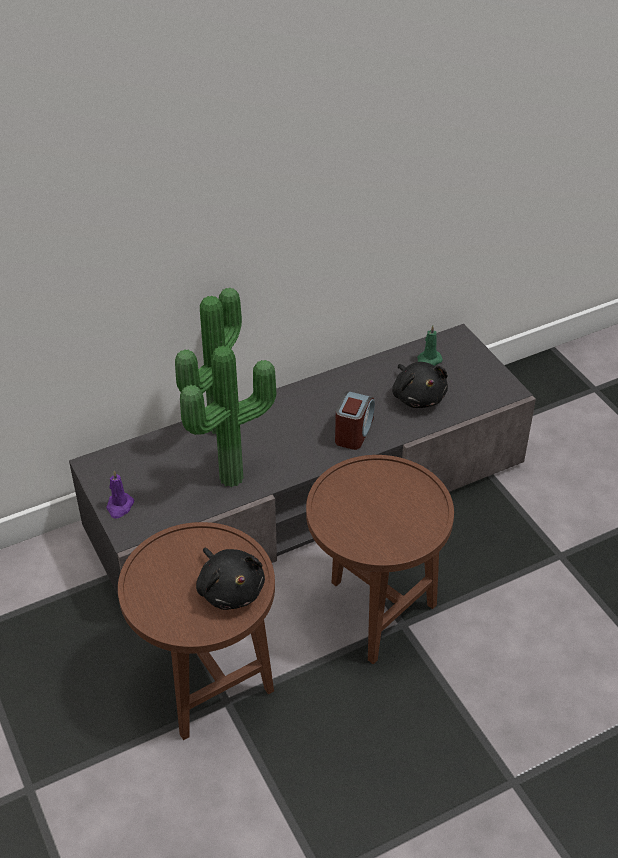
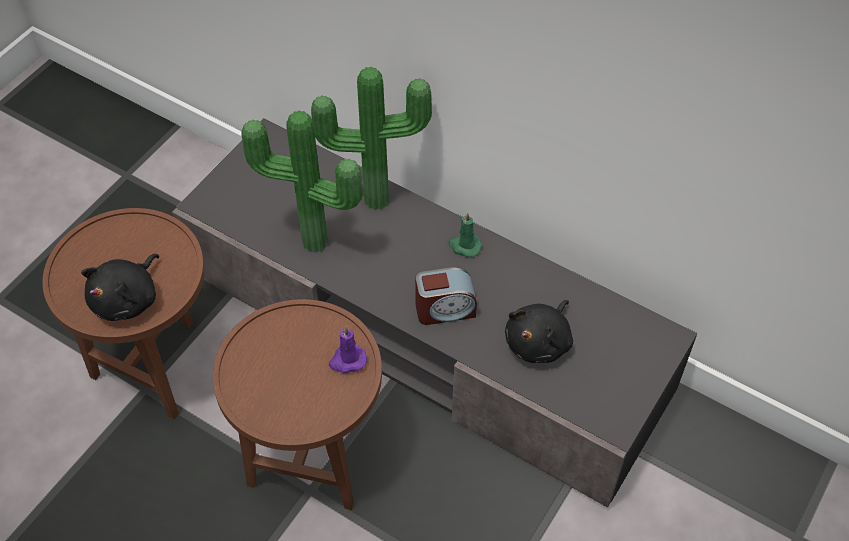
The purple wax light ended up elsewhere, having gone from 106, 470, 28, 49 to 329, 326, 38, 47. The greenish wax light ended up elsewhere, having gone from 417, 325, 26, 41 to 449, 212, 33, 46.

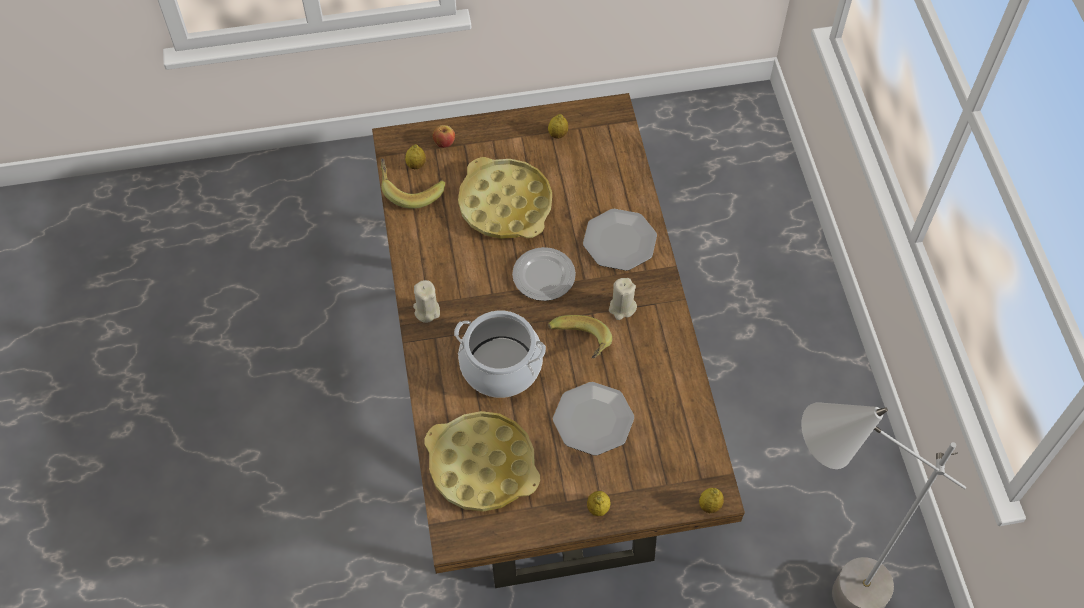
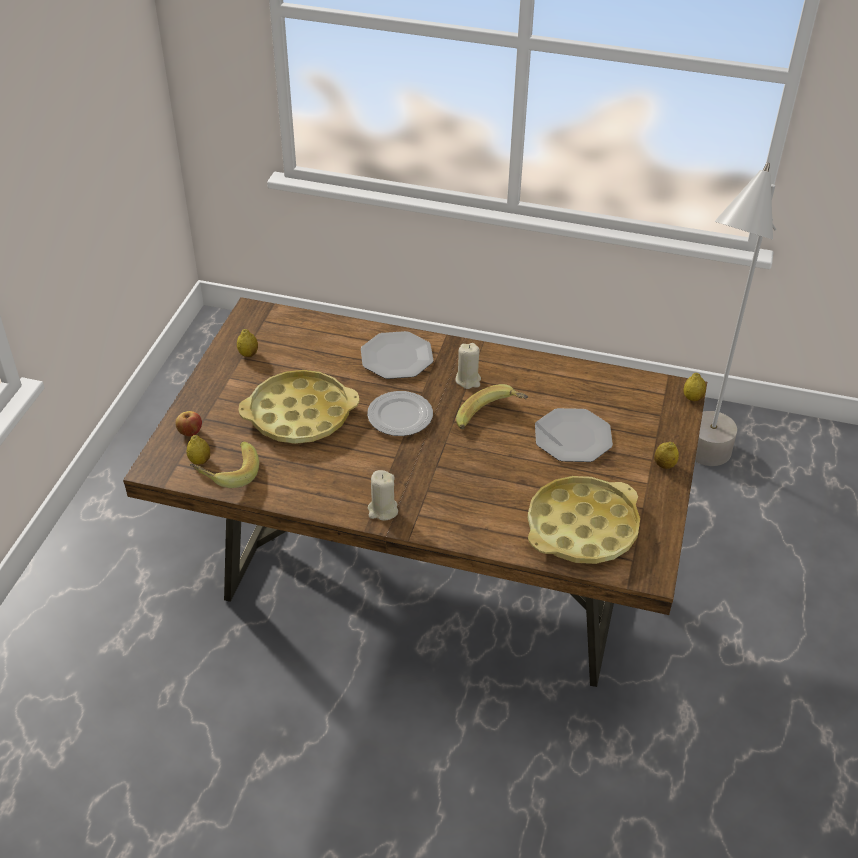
The second view lost the stockpot at 454, 311, 92, 87.

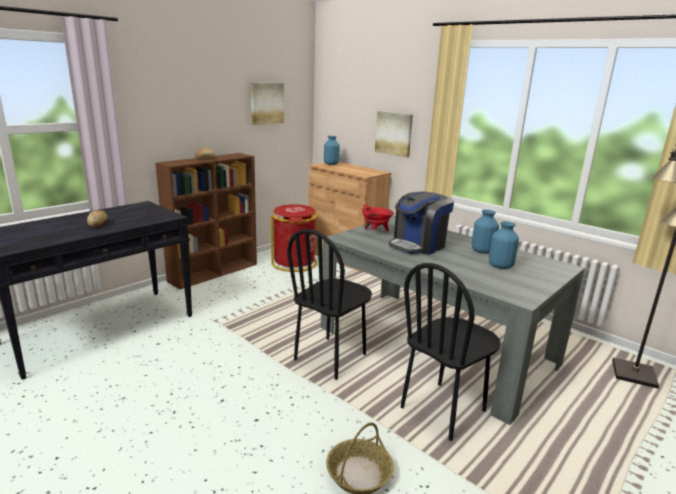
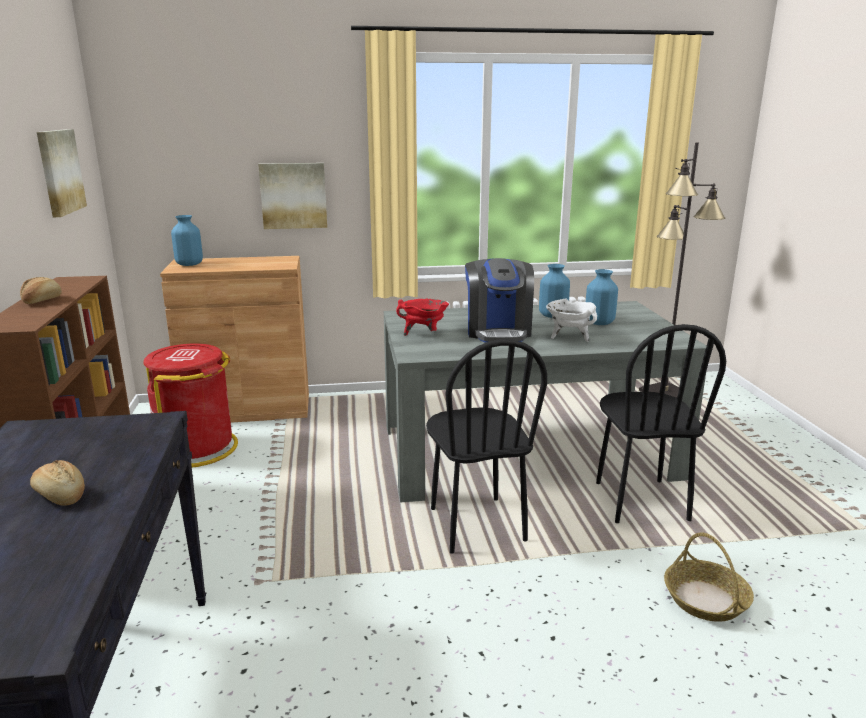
The second view gained the white-coloured stockpot at 546, 299, 51, 43.

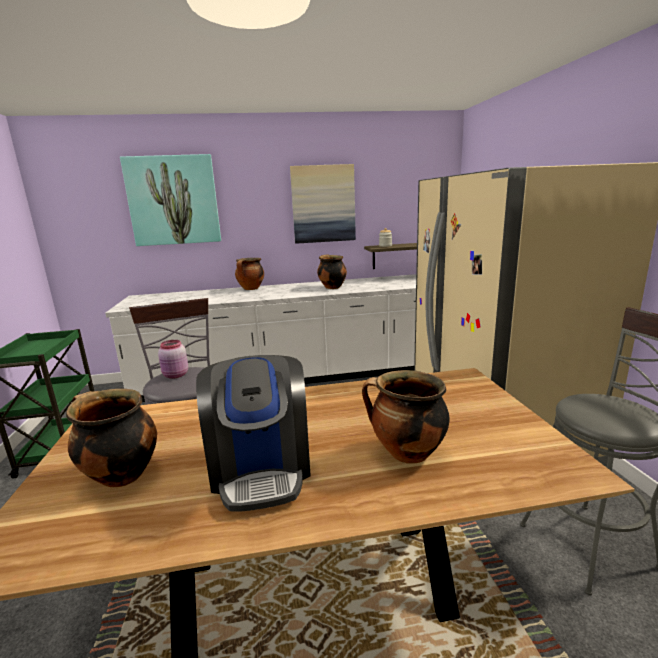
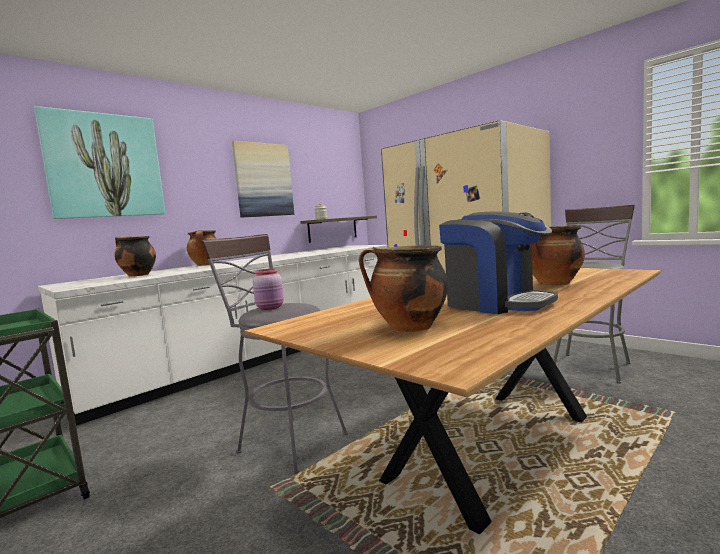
The stockpot ended up elsewhere, having gone from 317, 255, 30, 34 to 114, 236, 42, 40.

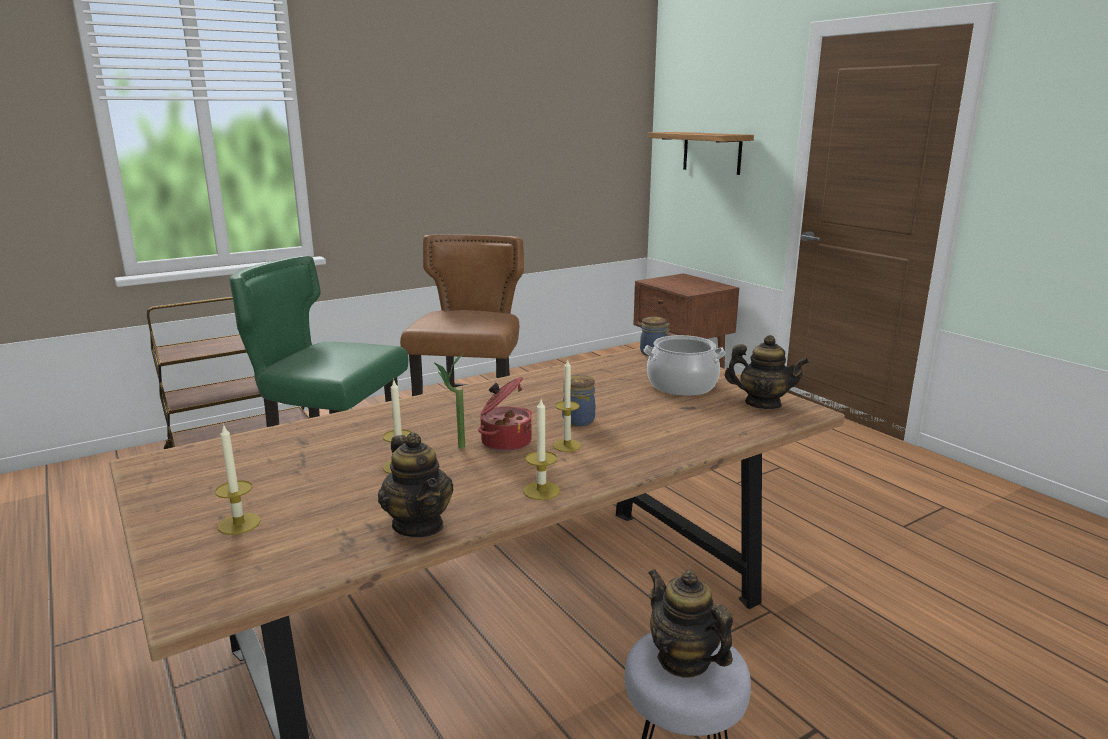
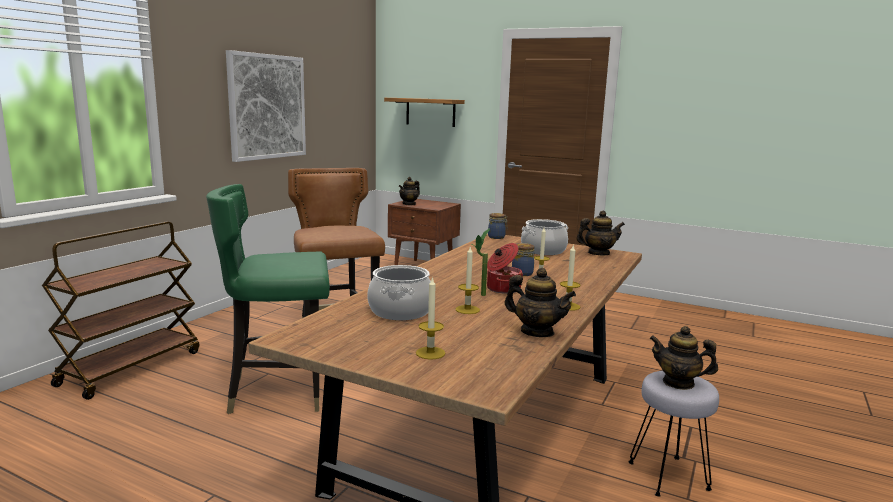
The second view gained the wall art at 226, 50, 80, 112. The second view gained the stockpot at 367, 265, 64, 55. The second view gained the teapot at 399, 177, 21, 28.

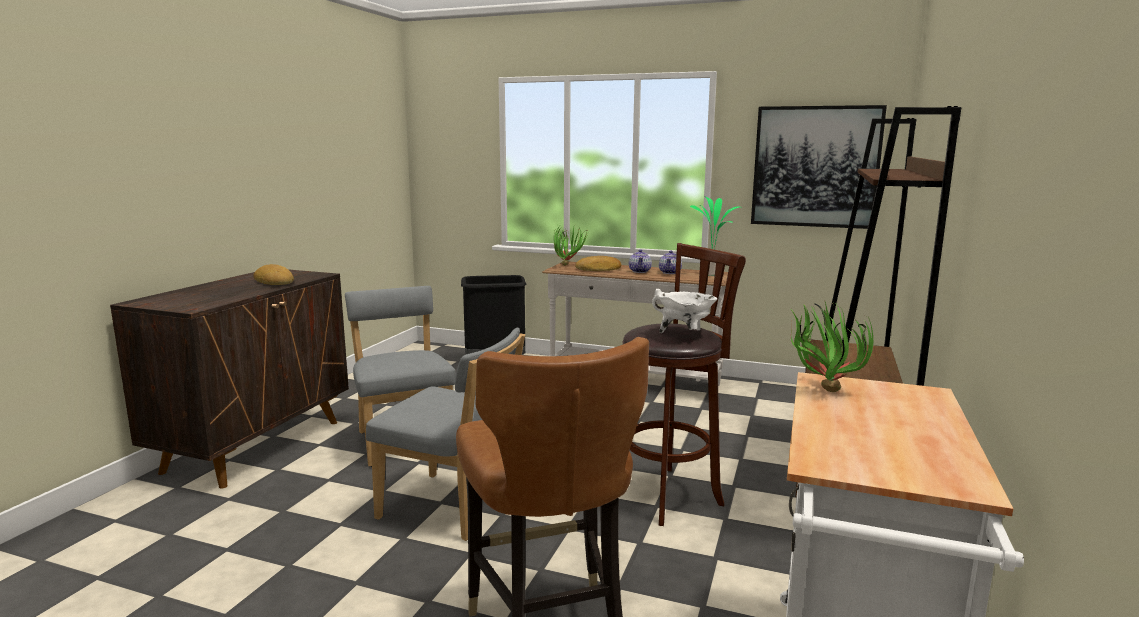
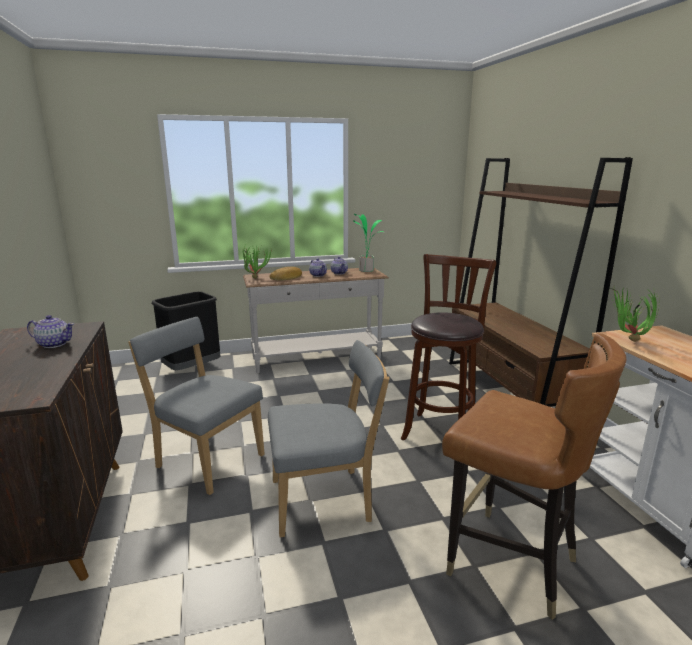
Where the bread stood at 253, 264, 41, 21, the teapot came to stand at 27, 315, 47, 33. The second view lost the white-coloured stockpot at 652, 289, 65, 44. The second view lost the wall art at 751, 105, 136, 124.

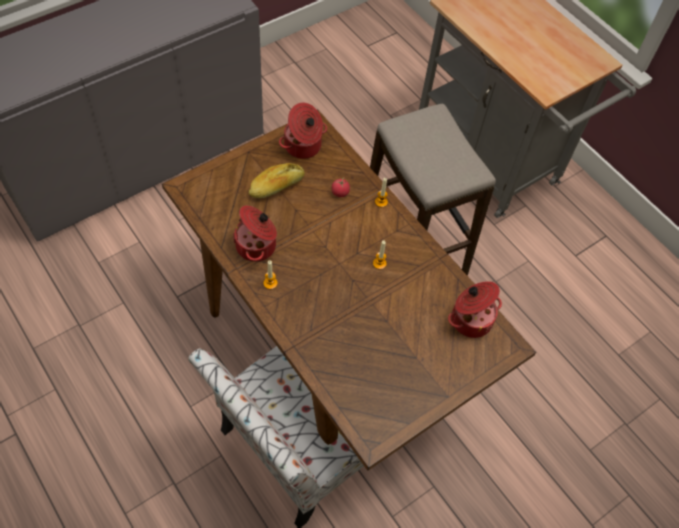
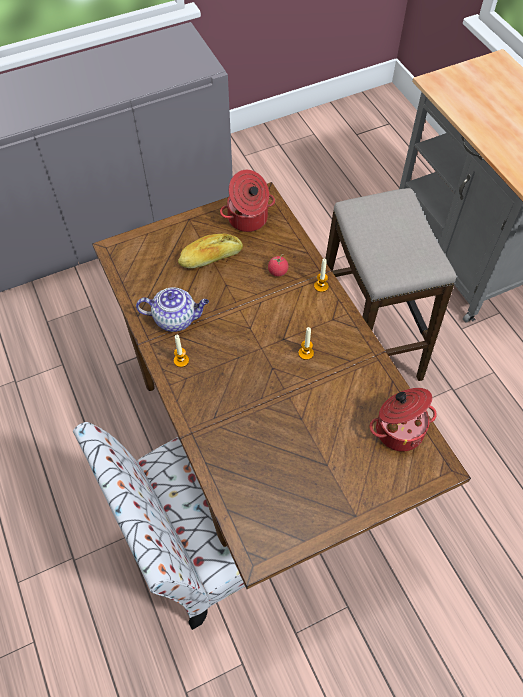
Where the stockpot stood at 233, 206, 44, 56, the teapot came to stand at 136, 287, 73, 45.

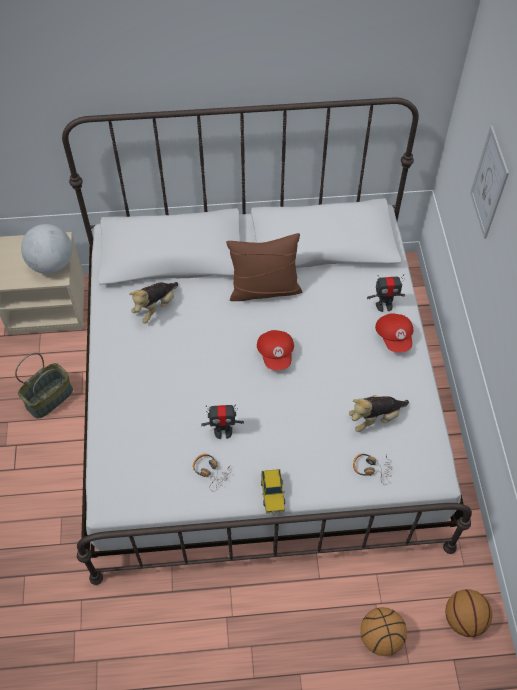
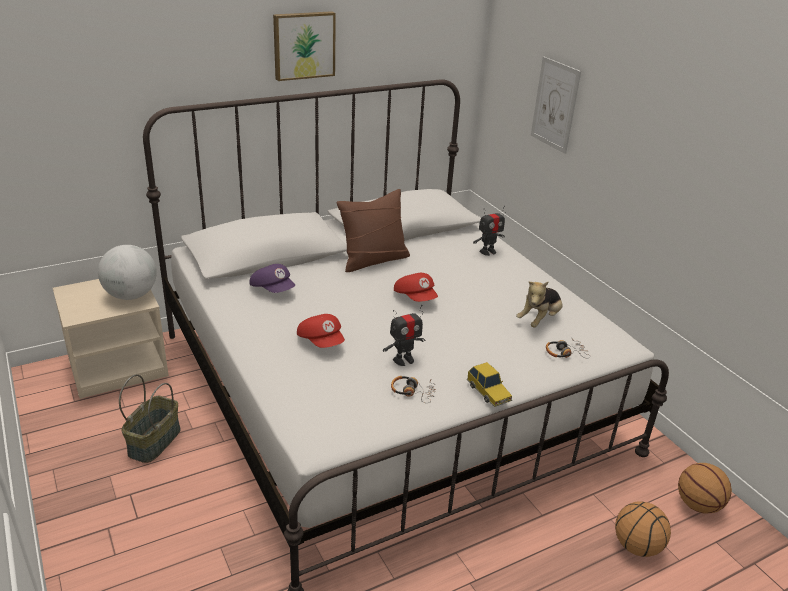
Where the plush toy stood at 129, 282, 49, 42, the purple peaked cap came to stand at 250, 264, 45, 29. The second view gained the wall art at 273, 11, 63, 70. The red-coloured peaked cap ended up elsewhere, having gone from 375, 313, 39, 39 to 297, 314, 48, 34.

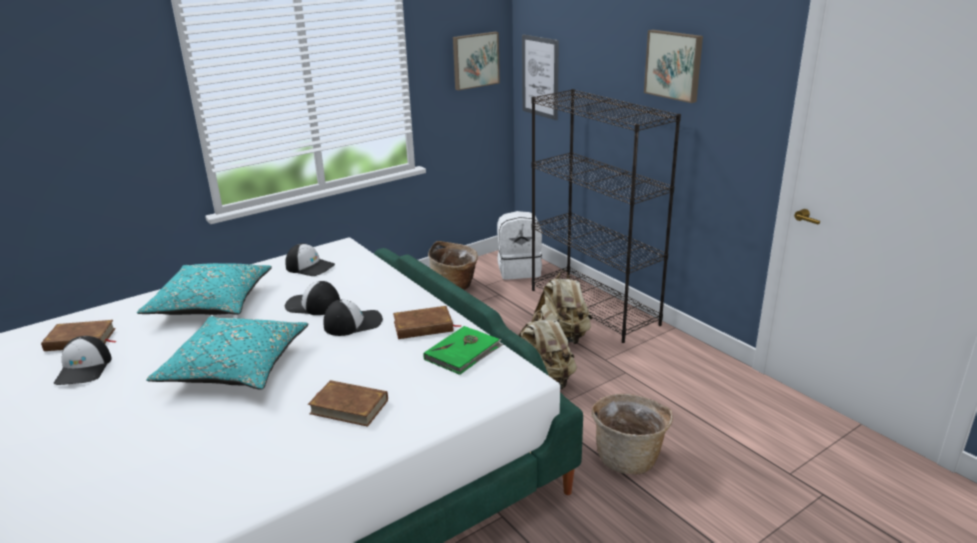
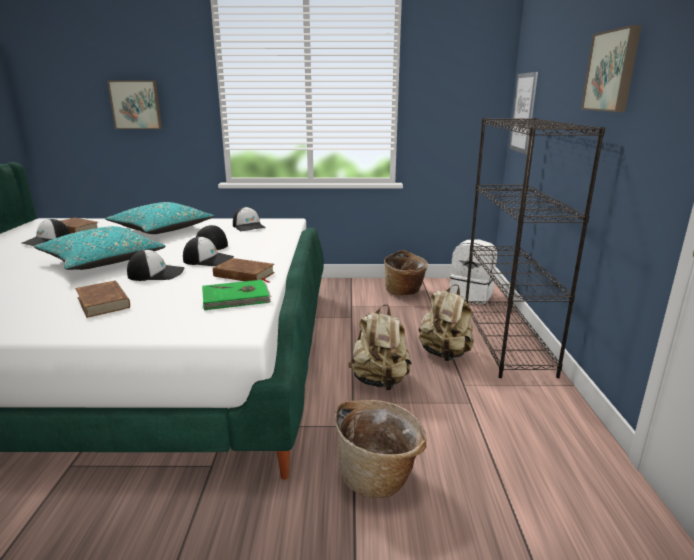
The wall art ended up elsewhere, having gone from 453, 32, 47, 58 to 107, 81, 55, 48. The second view gained the peaked cap at 127, 249, 58, 32.

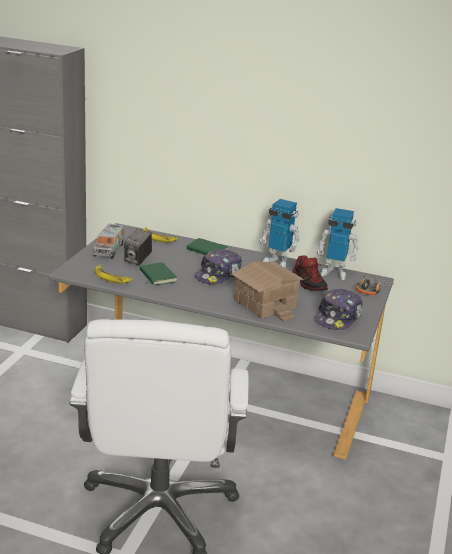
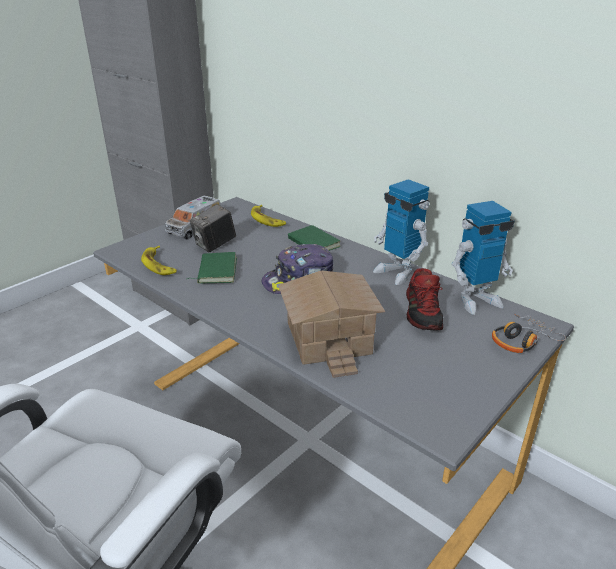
The model robot at 317, 208, 42, 72 ended up facing another way, 60 degrees counterclockwise from before. The second view lost the peaked cap at 315, 288, 48, 42.

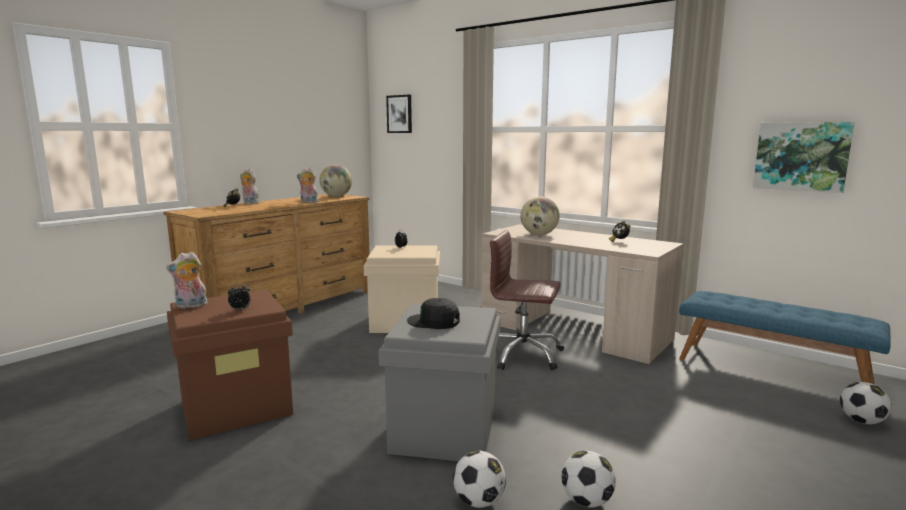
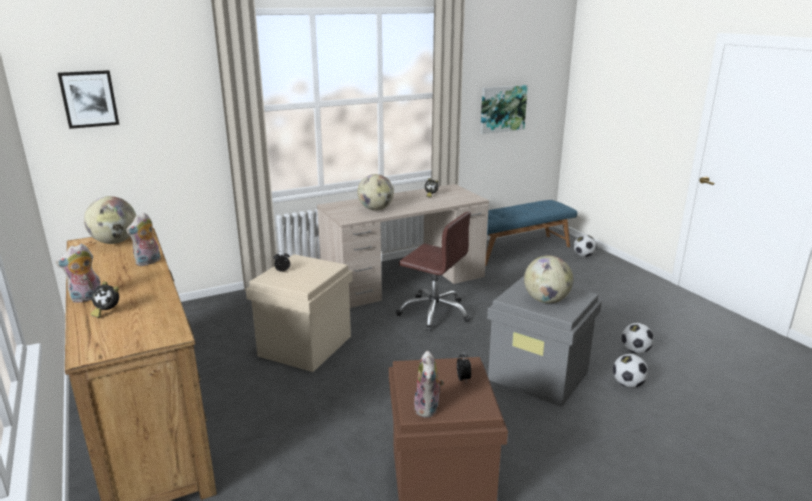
The brown-coloured office chair at 490, 230, 74, 140 ended up facing another way, 105 degrees counterclockwise from before. Where the blackish peaked cap stood at 407, 298, 53, 31, the desk globe came to stand at 524, 255, 49, 48.

